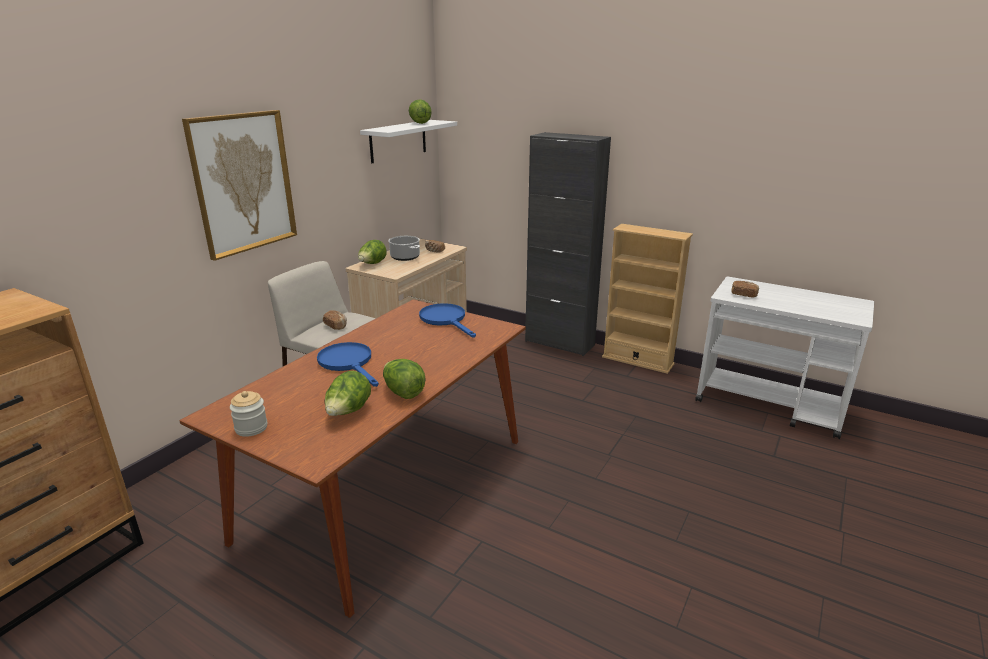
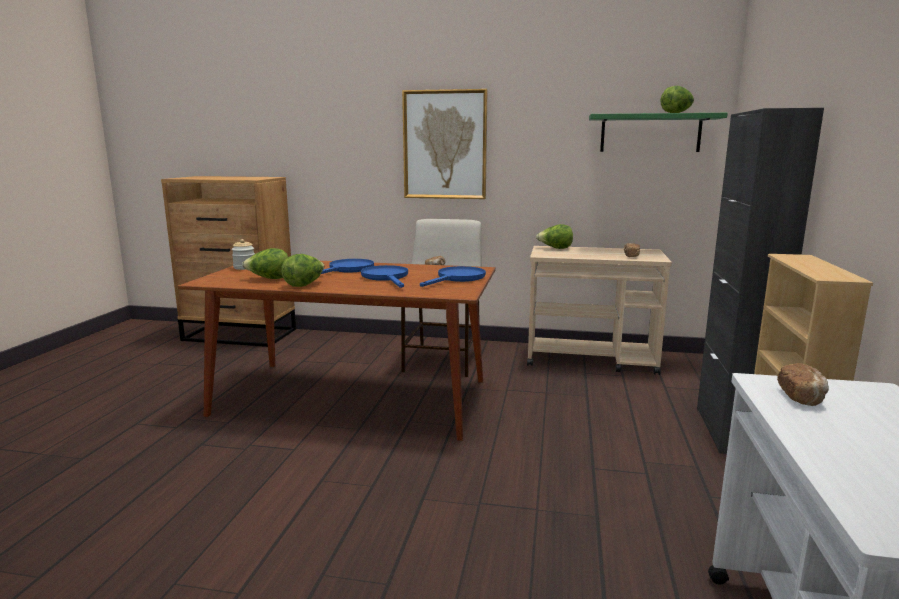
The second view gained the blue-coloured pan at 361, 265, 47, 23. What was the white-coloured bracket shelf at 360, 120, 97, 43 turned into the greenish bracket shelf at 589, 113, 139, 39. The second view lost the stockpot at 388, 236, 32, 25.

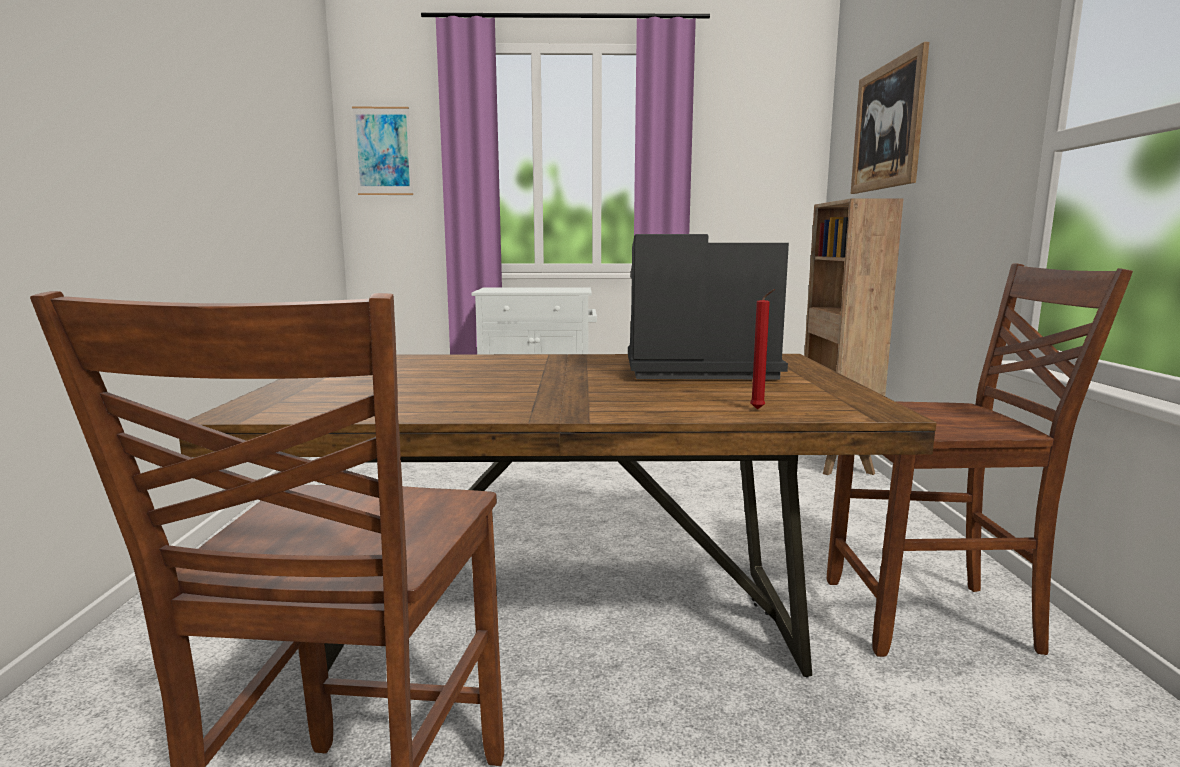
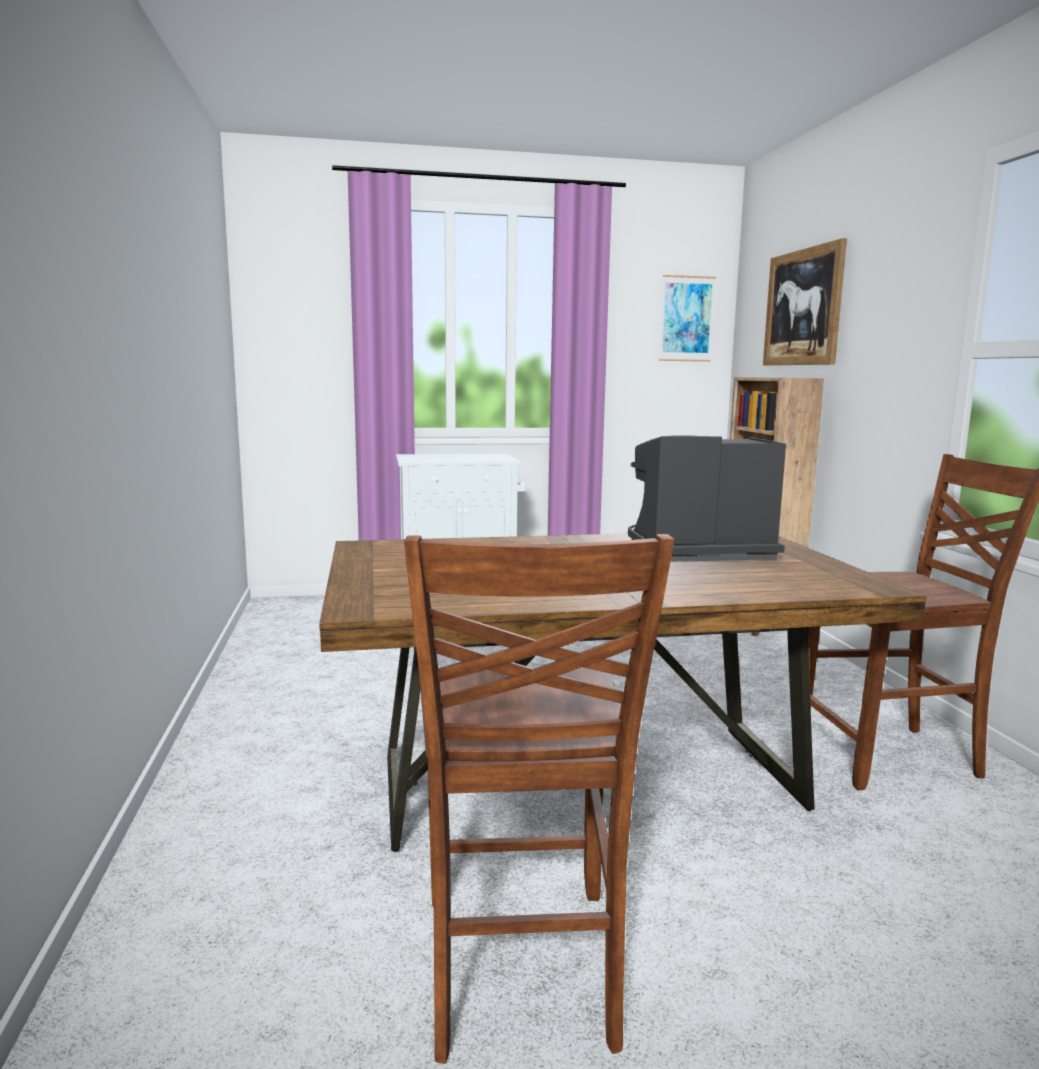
The wall art ended up elsewhere, having gone from 352, 107, 61, 88 to 659, 275, 57, 87. The second view lost the red-coloured wax light at 750, 289, 25, 121.

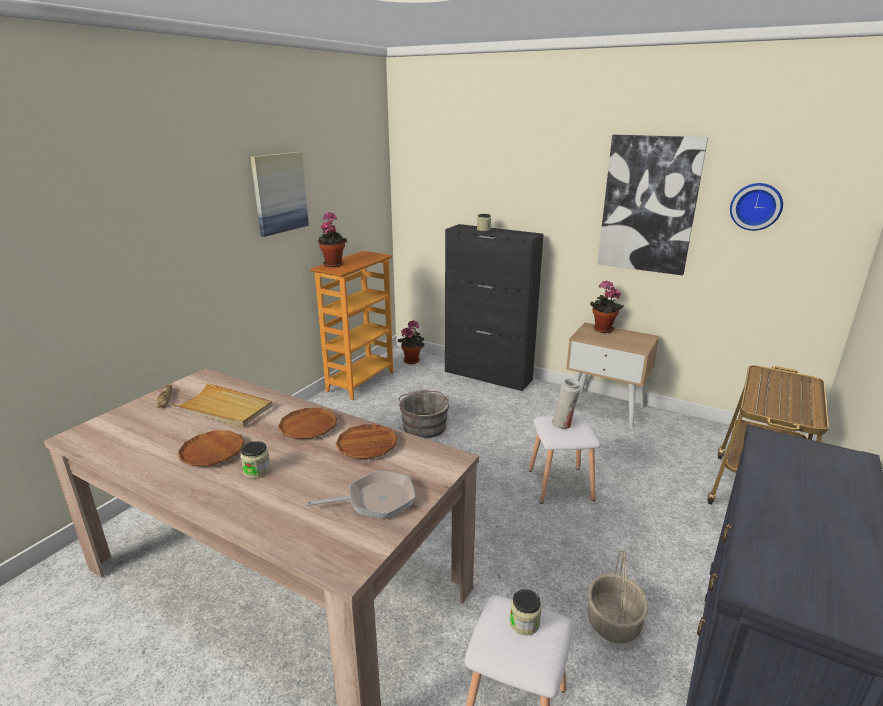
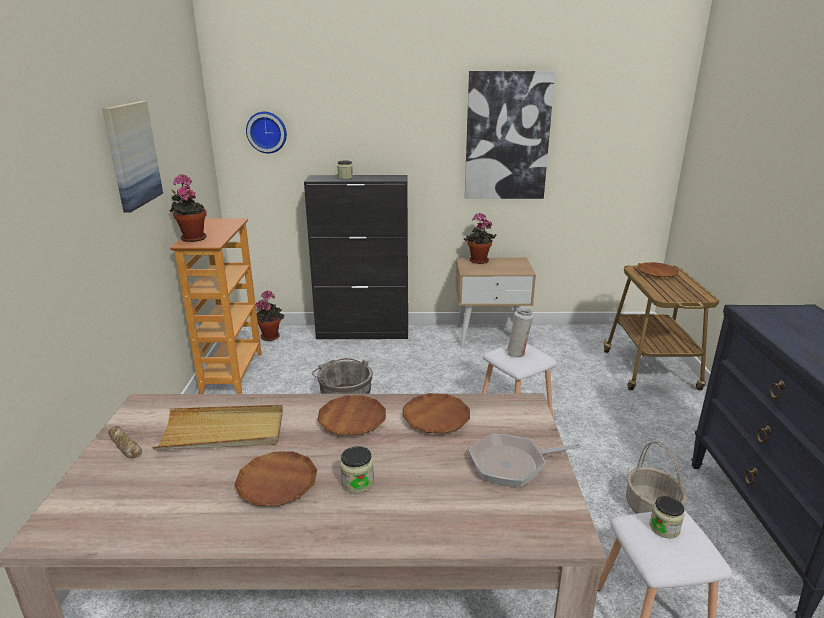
The wall clock ended up elsewhere, having gone from 730, 183, 53, 48 to 246, 112, 41, 41. The pan at 307, 470, 108, 49 ended up facing another way, 150 degrees counterclockwise from before. The second view gained the brown-coloured dinner plate at 637, 262, 42, 15.

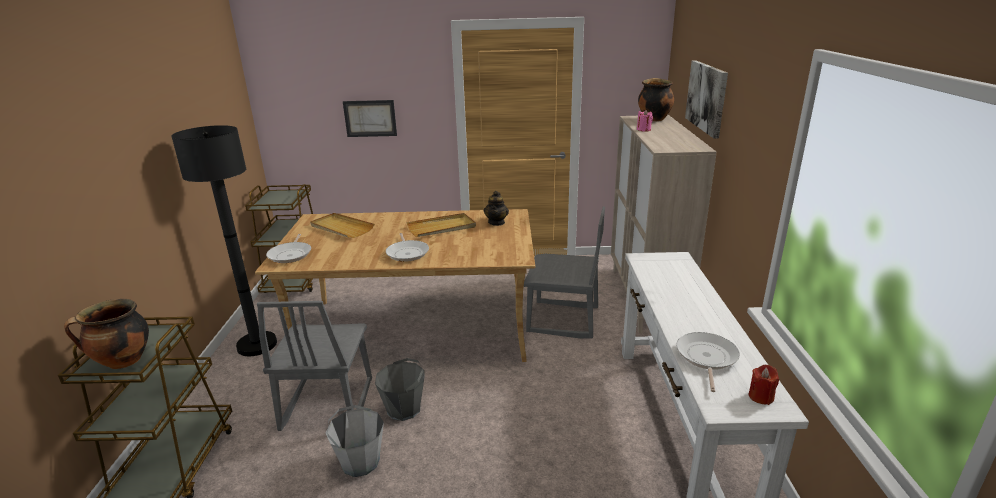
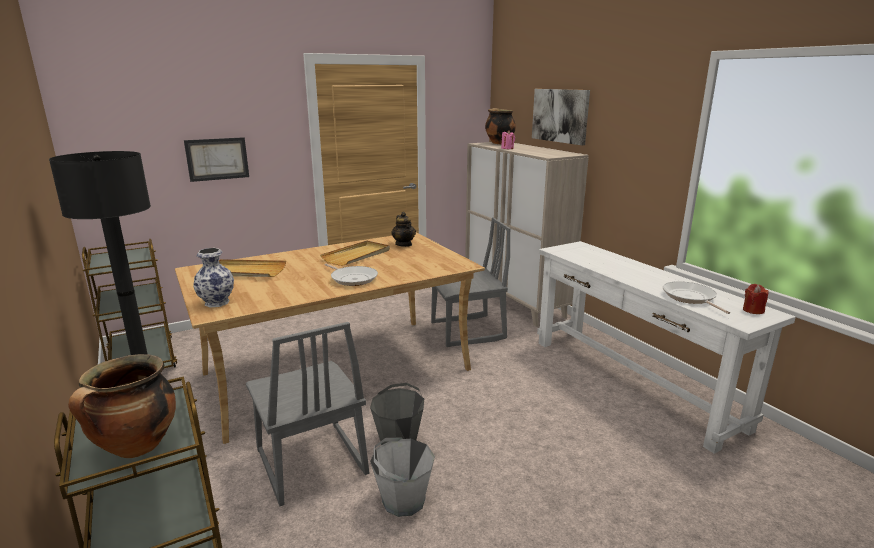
Where the pan stood at 266, 234, 45, 29, the decorative vase came to stand at 193, 248, 41, 60.

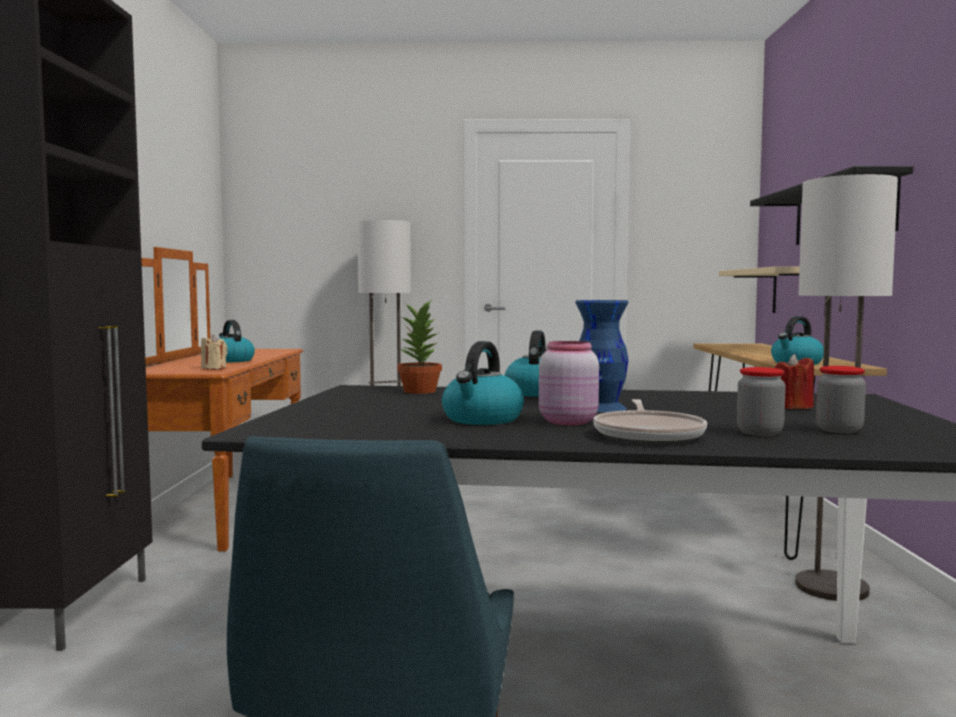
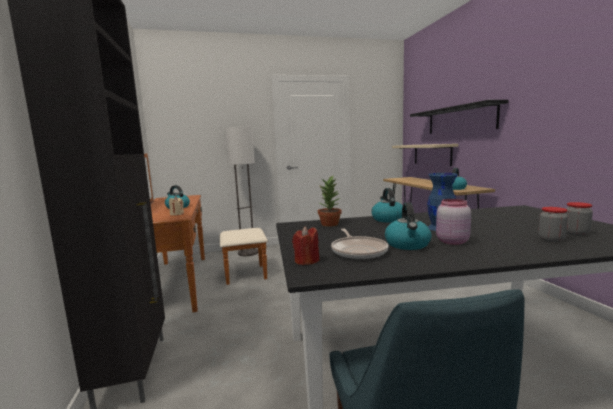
The red-coloured wax light ended up elsewhere, having gone from 774, 354, 40, 55 to 292, 226, 28, 39. The pan ended up elsewhere, having gone from 593, 399, 114, 45 to 331, 229, 57, 31. The second view lost the standing lamp at 795, 174, 103, 427.

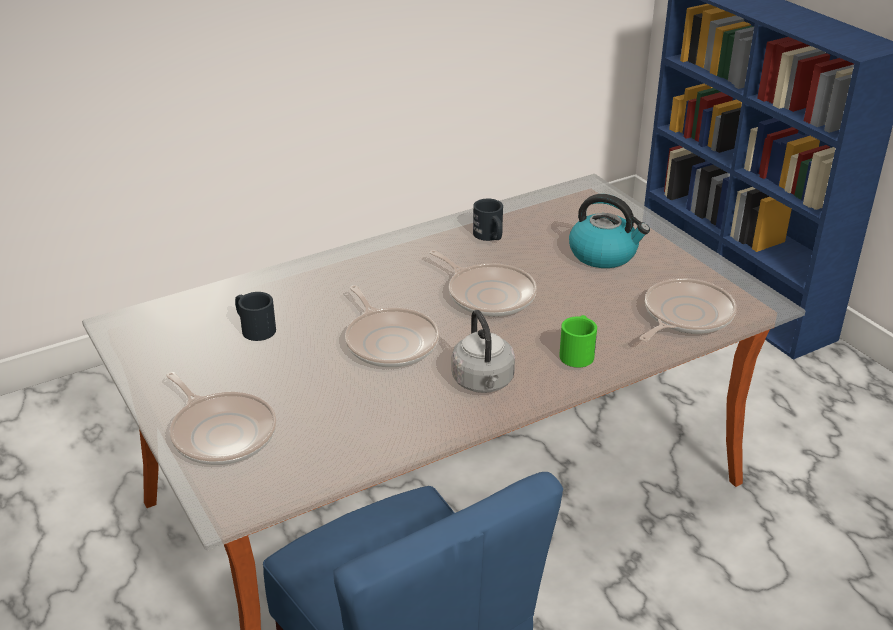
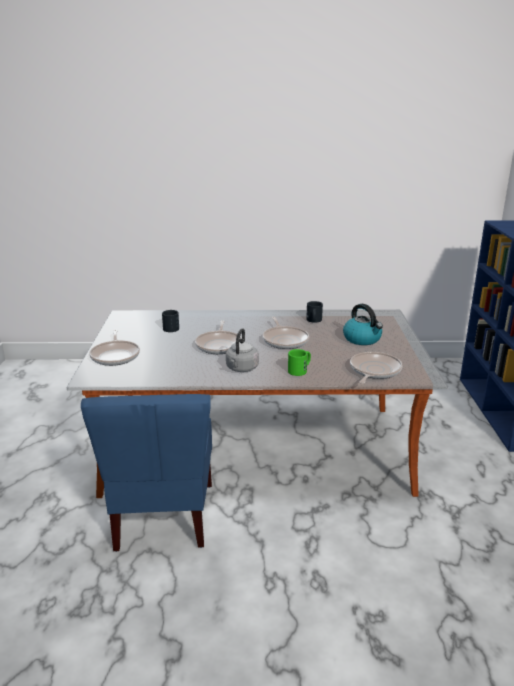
The pan at 640, 278, 96, 64 ended up facing another way, 45 degrees counterclockwise from before.

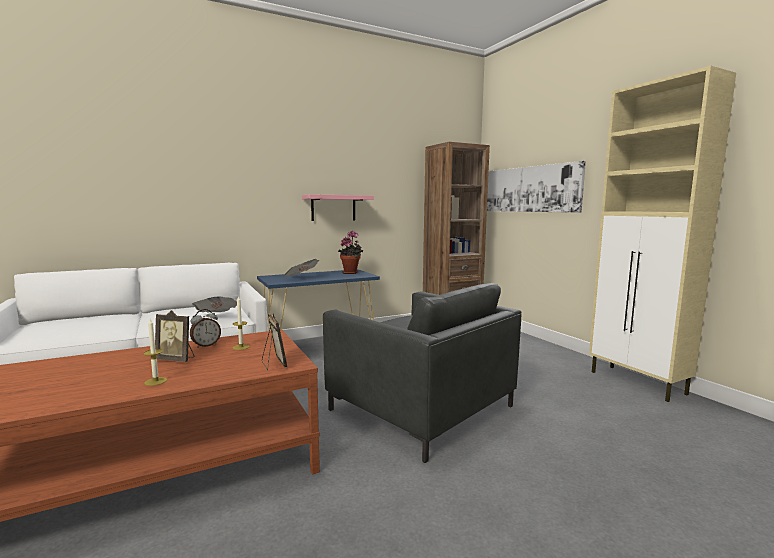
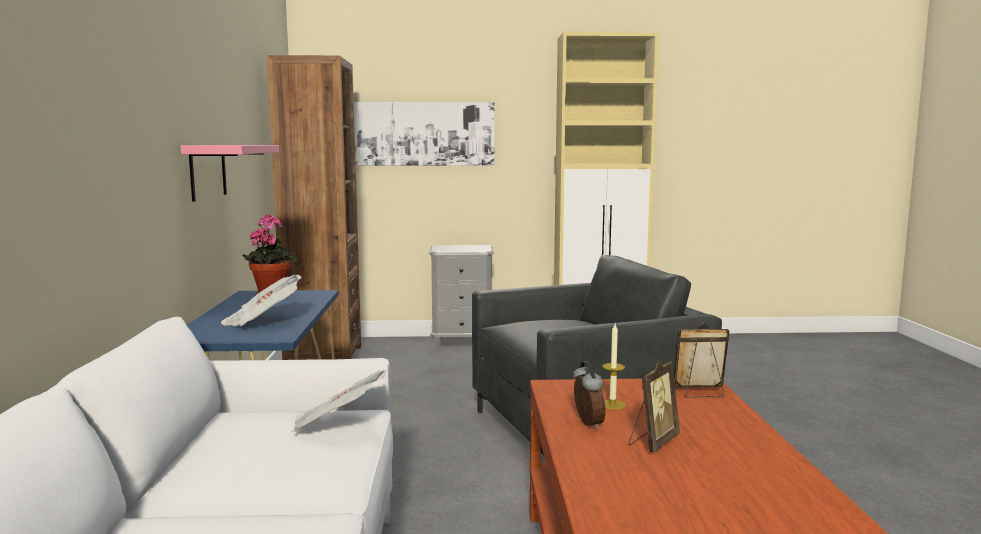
The second view gained the greyish nightstand at 429, 245, 65, 105. The second view lost the wax light at 143, 319, 24, 67.

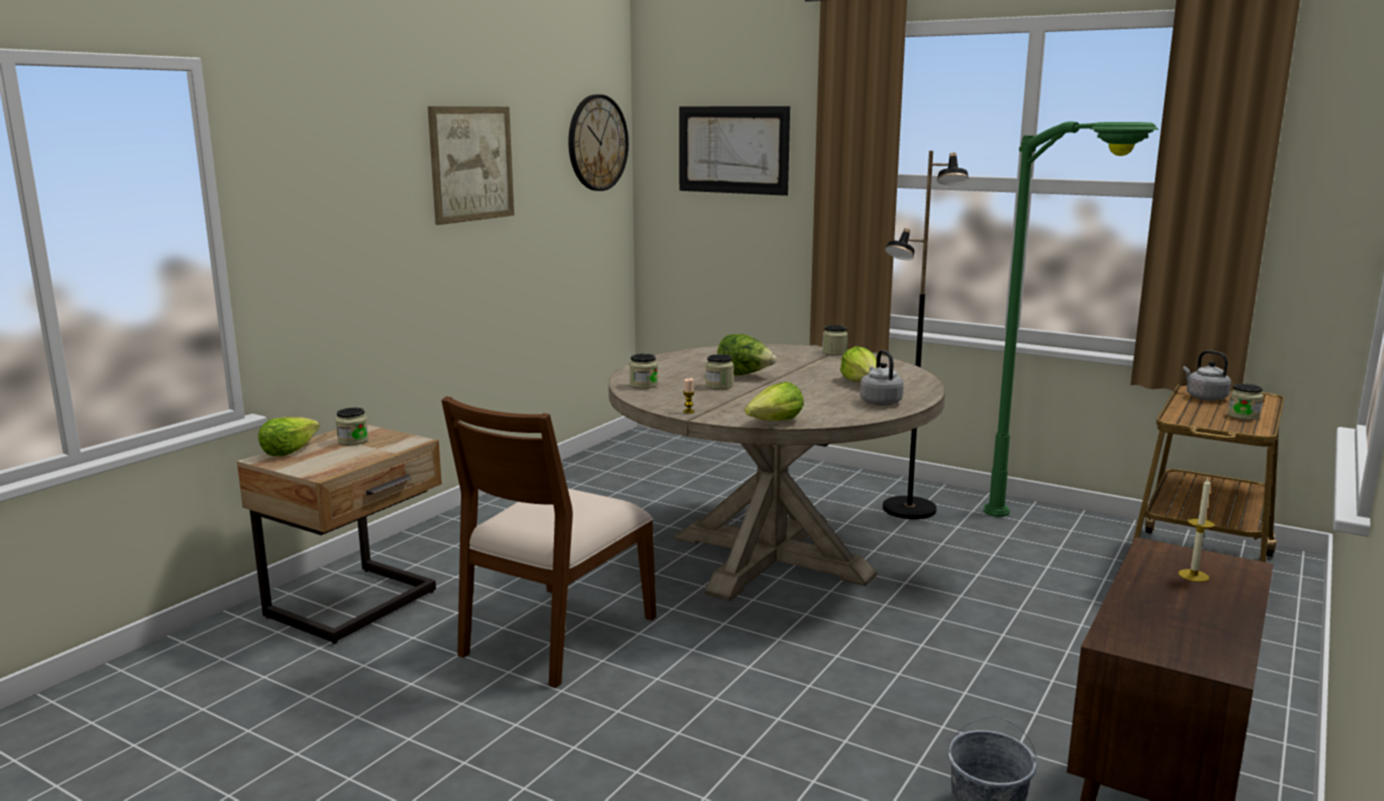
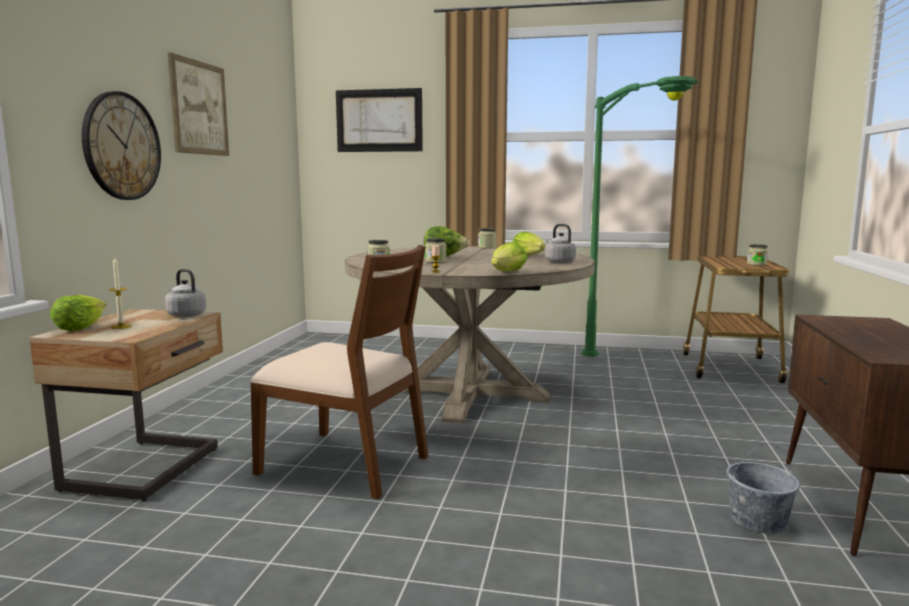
The wall clock ended up elsewhere, having gone from 568, 94, 61, 97 to 82, 91, 79, 109. The wax light ended up elsewhere, having gone from 1178, 478, 37, 104 to 109, 256, 23, 73. The greyish kettle ended up elsewhere, having gone from 1183, 350, 48, 51 to 165, 269, 41, 48. The brown-coloured upright chair at 441, 396, 215, 292 ended up facing another way, 75 degrees counterclockwise from before. The second view lost the storage jar at 336, 408, 33, 37. The second view lost the blackish standing lamp at 883, 151, 86, 368.

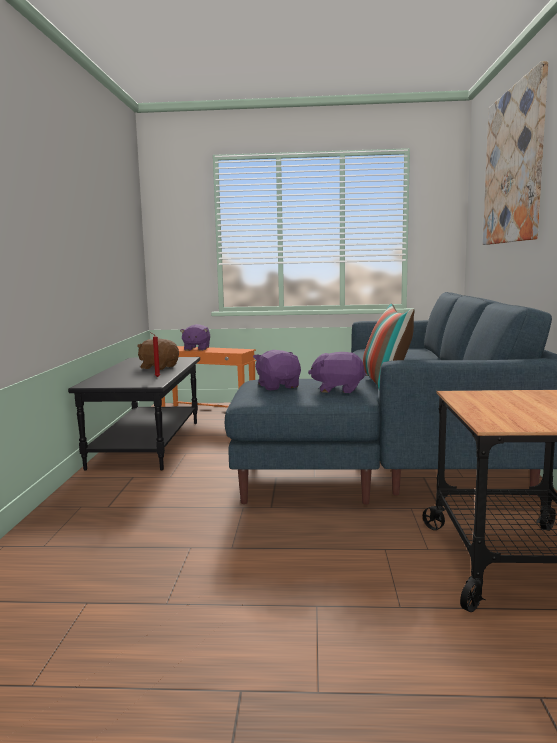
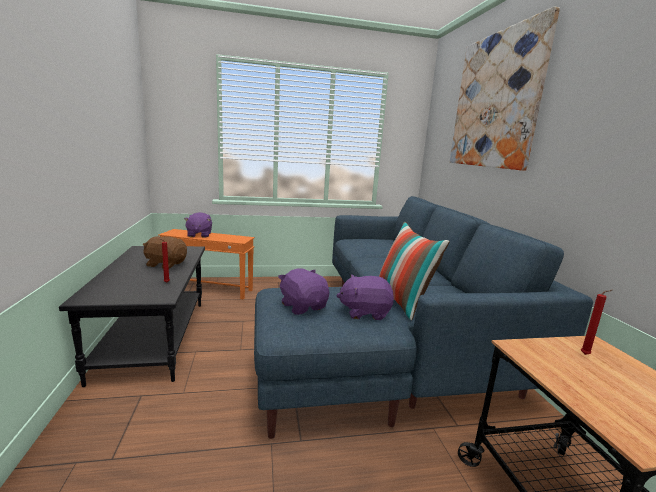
The second view gained the red-coloured wax light at 581, 290, 31, 65.

